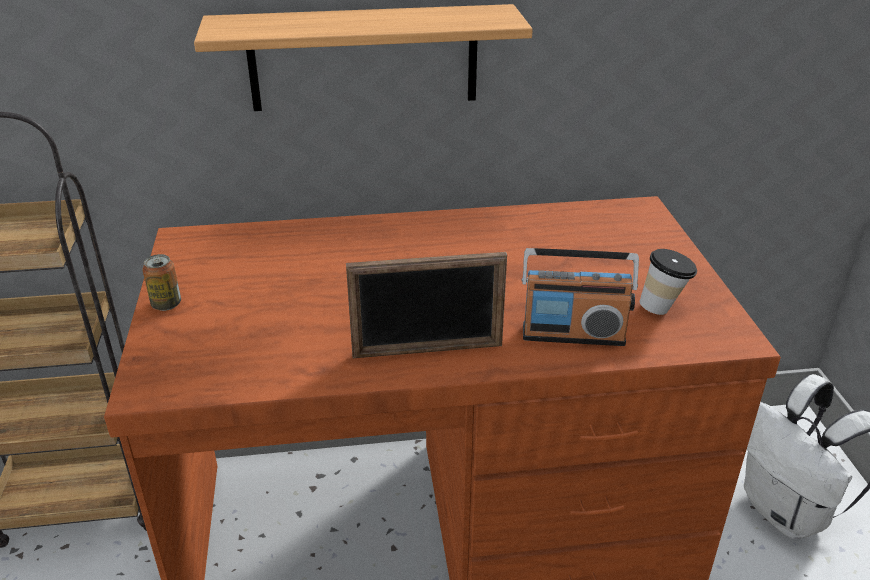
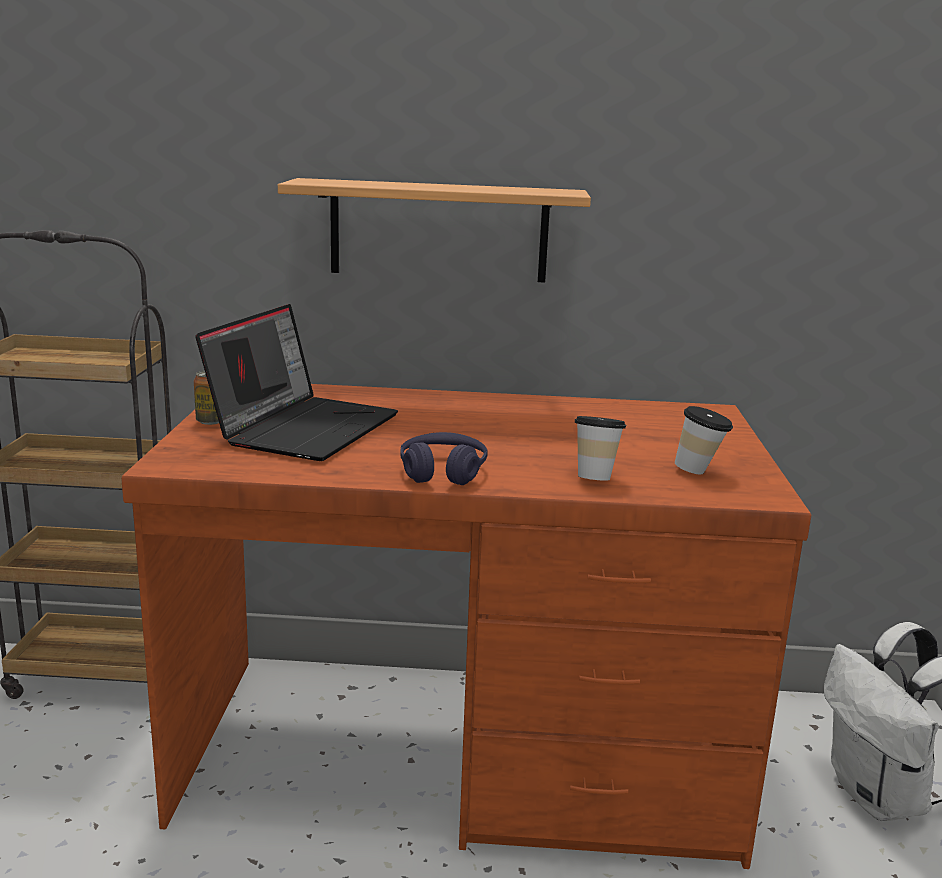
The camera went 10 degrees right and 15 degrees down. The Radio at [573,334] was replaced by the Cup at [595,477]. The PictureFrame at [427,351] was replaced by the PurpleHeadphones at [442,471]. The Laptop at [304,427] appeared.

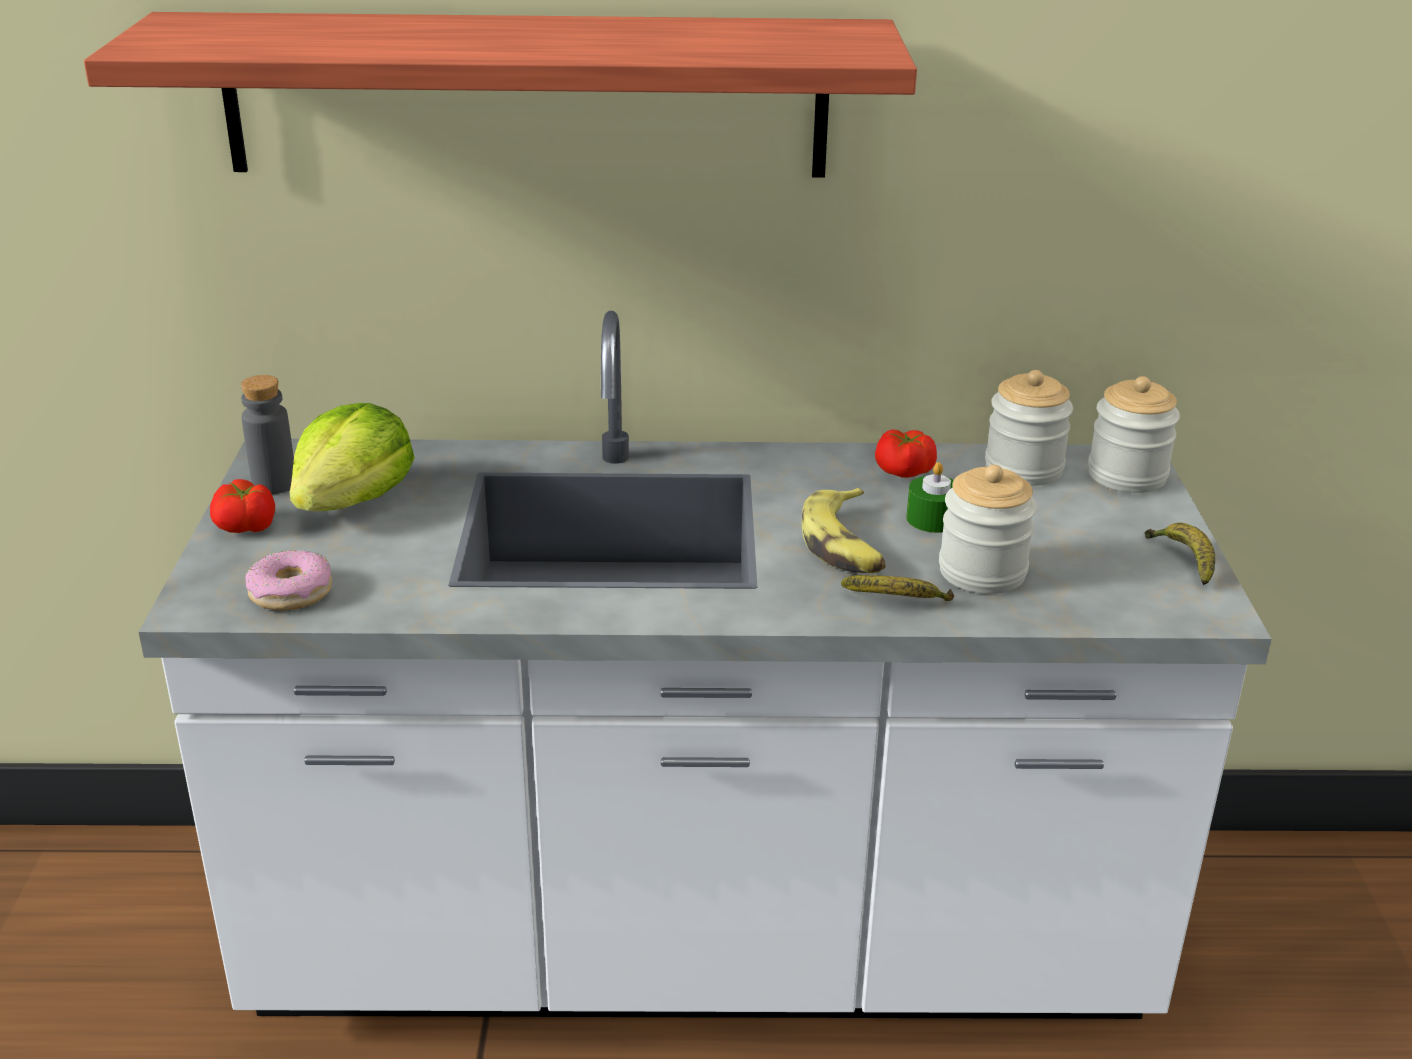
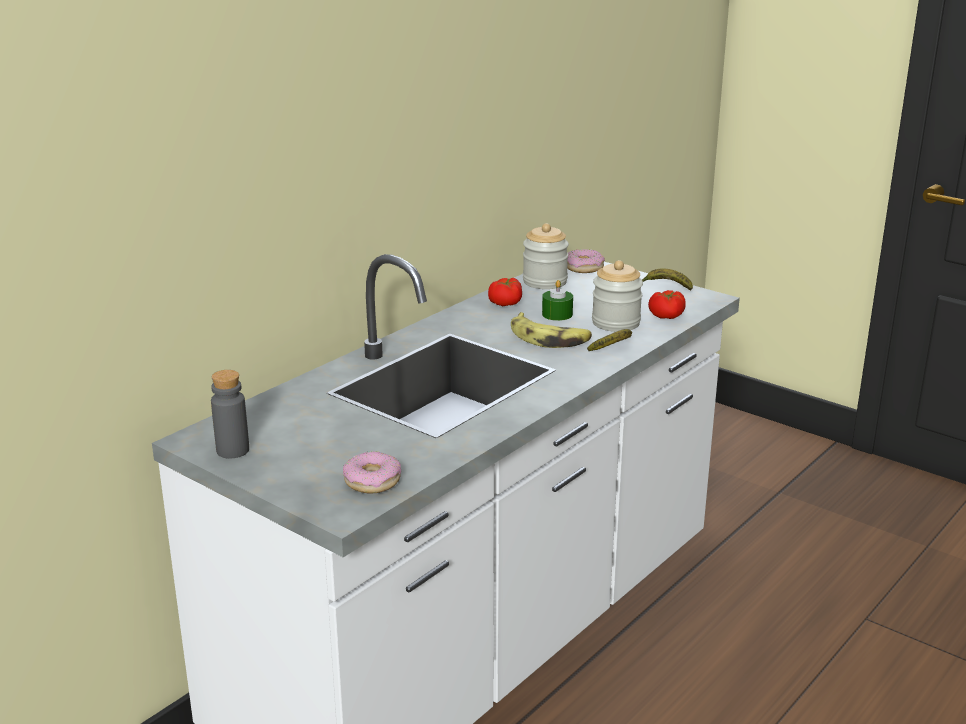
The camera went 50 degrees left and 5 degrees down. The Shelf at [526,96] disappeared. The Jar at [1127,475] was replaced by the Donut at [584,267]. The Lettuce at [354,500] disappeared. The Tomato moved from [245,527] to [667,316].

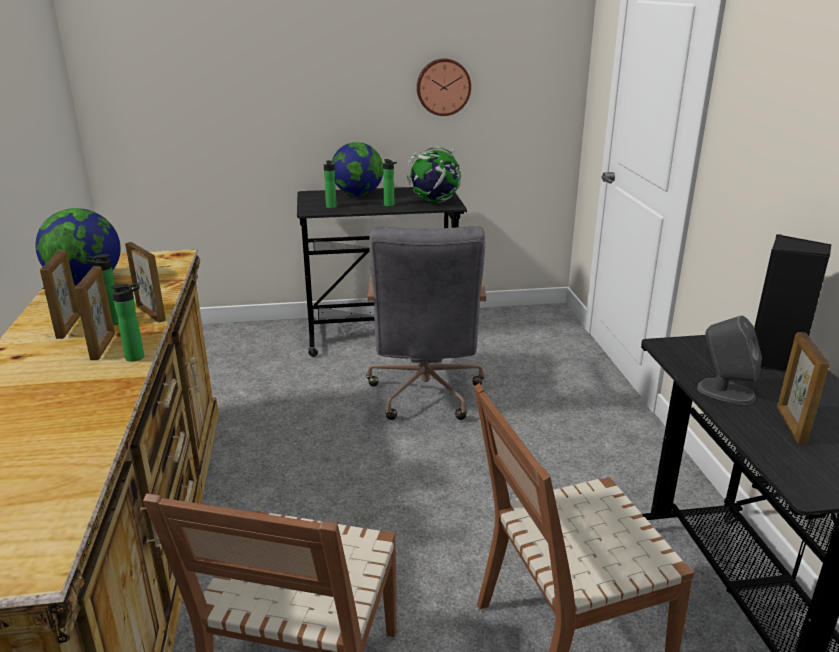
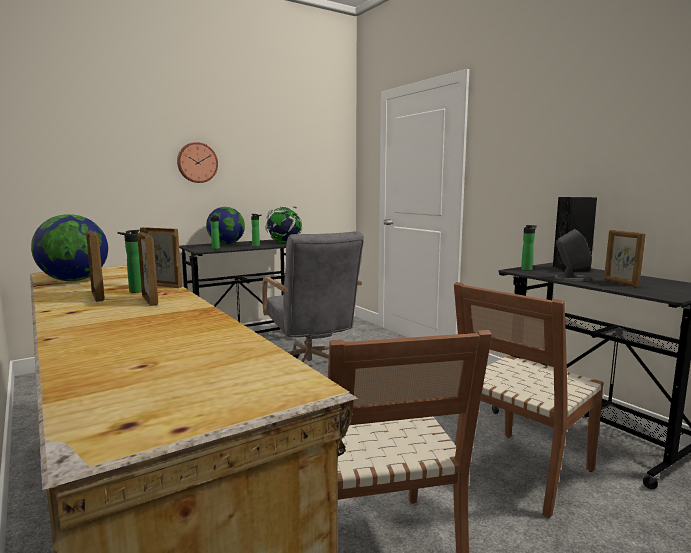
The camera went 25 degrees left and 15 degrees down. The WallClock moved from [443,87] to [197,162]. The Bottle moved from [138,357] to [527,269].

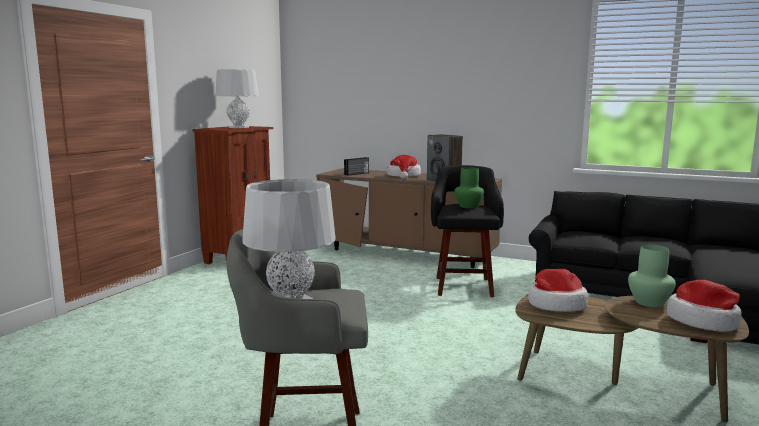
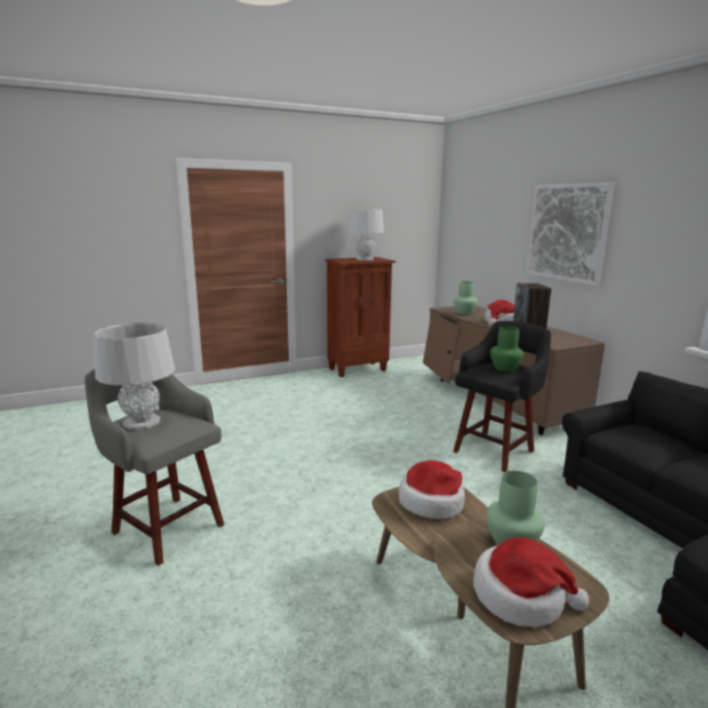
The camera went 40 degrees right and 5 degrees up. The Radio at [357,174] was replaced by the GreenVase at [464,313]. The Picture at [567,232] appeared.

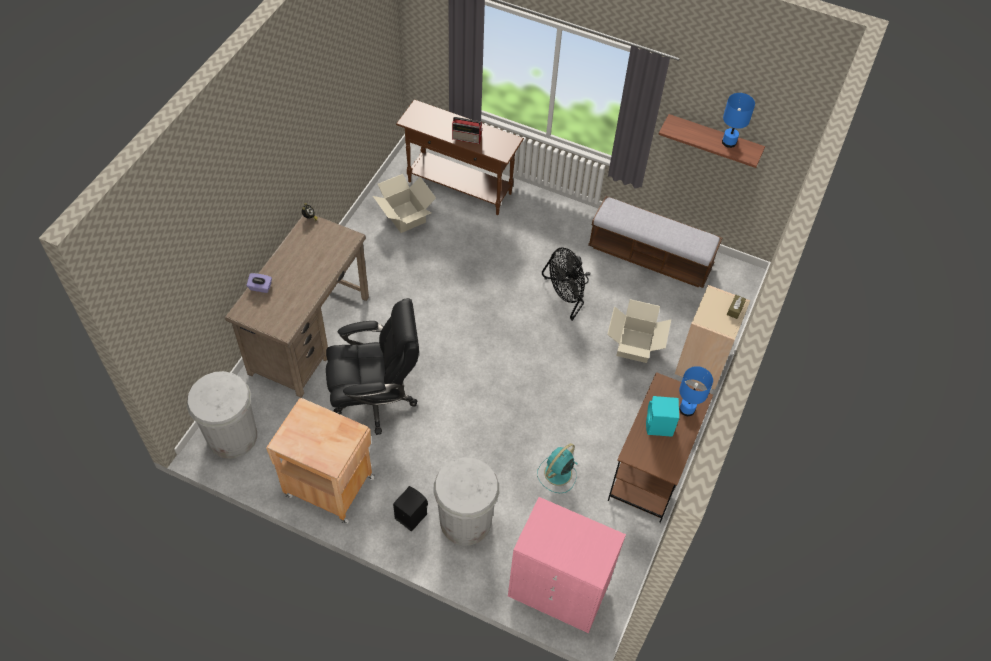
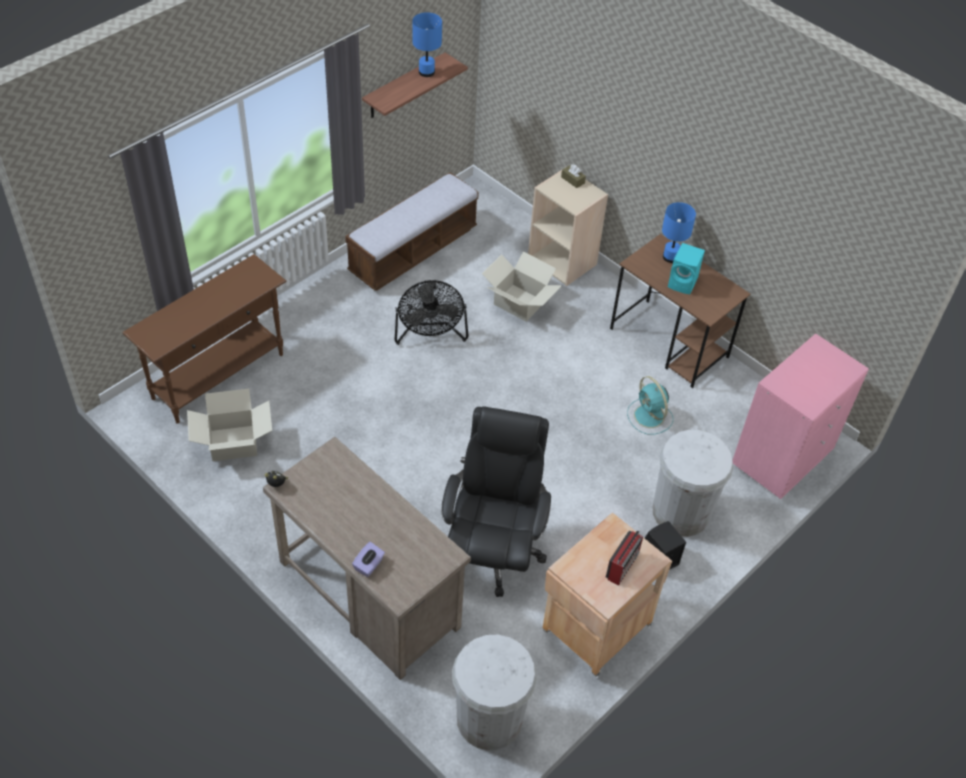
The camera went 70 degrees left and 5 degrees down. The Radio moved from [467,138] to [623,565].

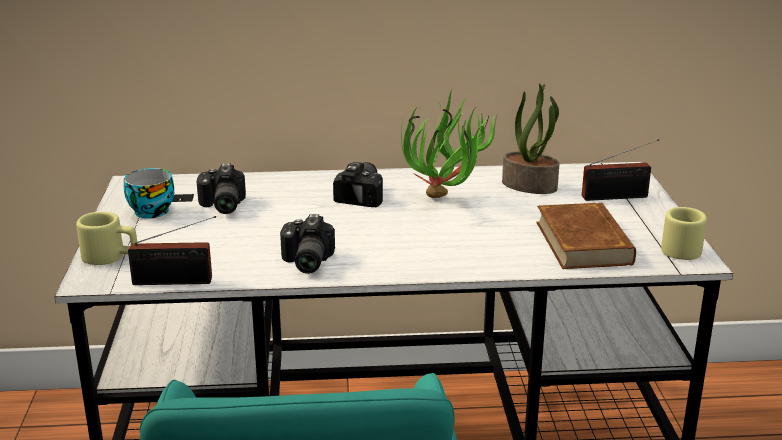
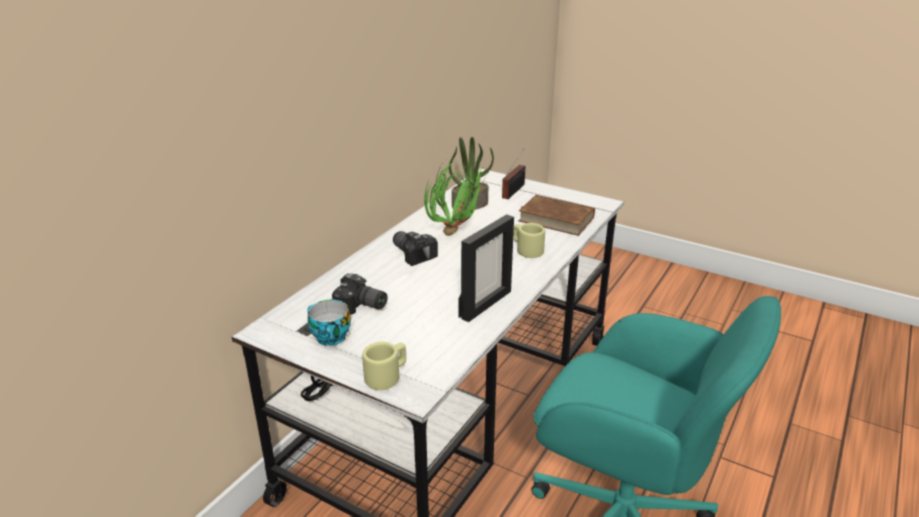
The camera went 55 degrees left and 5 degrees up. The BeigeMug moved from [681,248] to [526,249]. The PhotoCamera at [305,262] was replaced by the PictureFrame at [485,304]. The Radio at [177,282] disappeared.

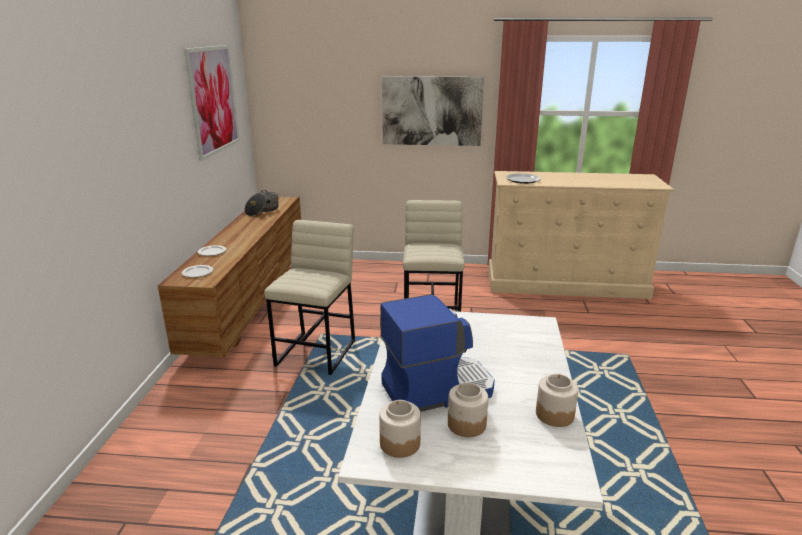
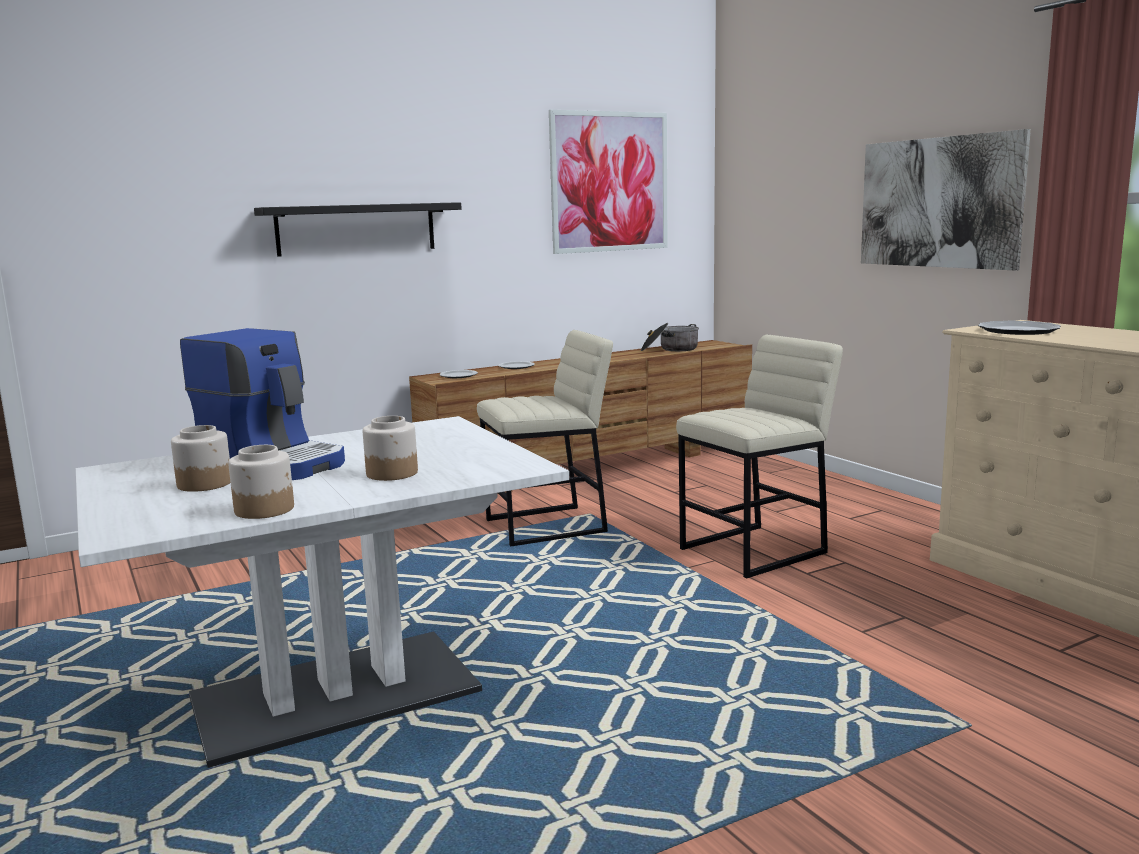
The camera went 55 degrees right and 10 degrees down. The Jar moved from [399,443] to [392,473]. The BlackShelf at [356,229] appeared.

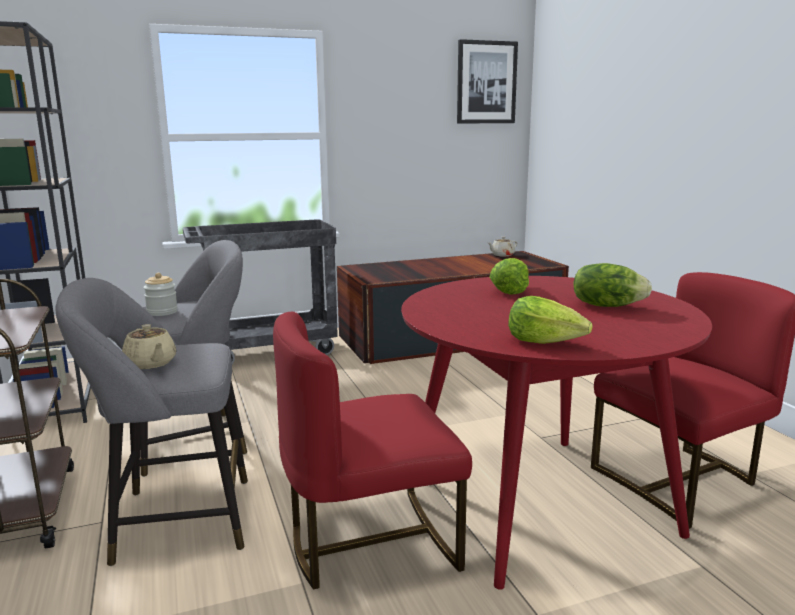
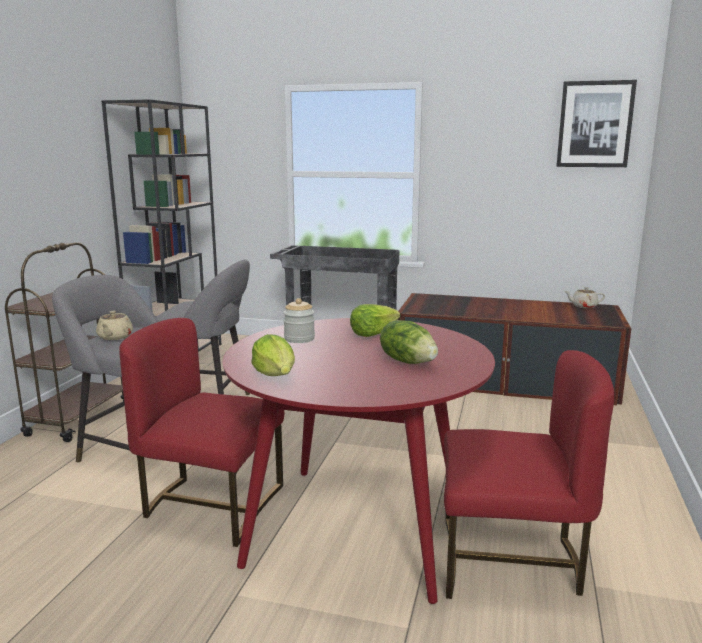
The camera went 35 degrees right and 0 degrees up. The Jar moved from [162,312] to [299,339].

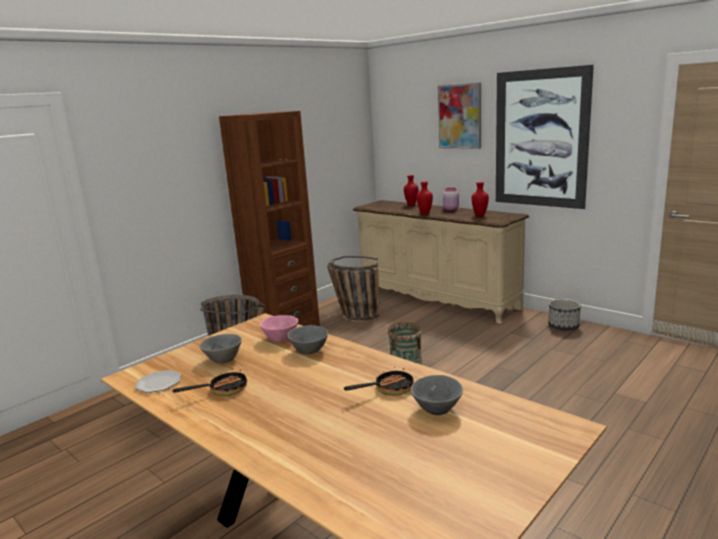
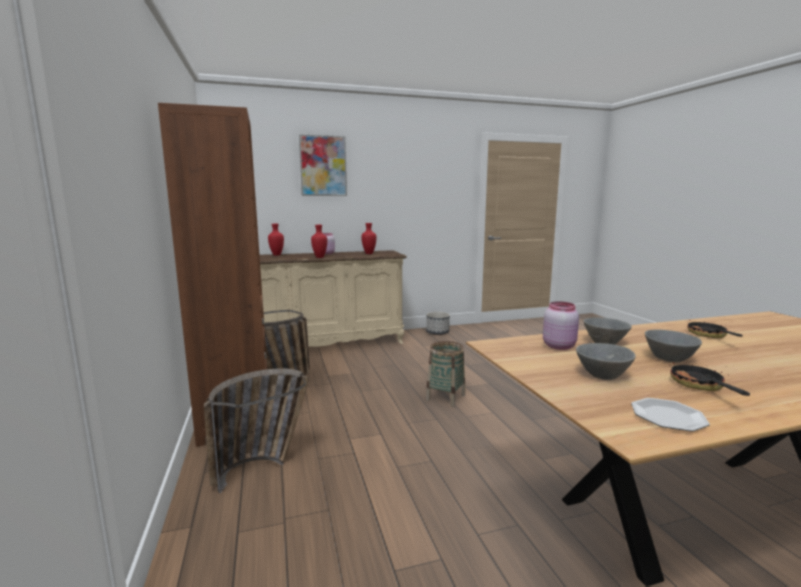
The camera went 60 degrees left and 5 degrees down. The Picture at [540,139] disappeared. The PinkBowl at [281,338] was replaced by the PinkJar at [559,346]. The GreyBowl moved from [435,409] to [669,359].

